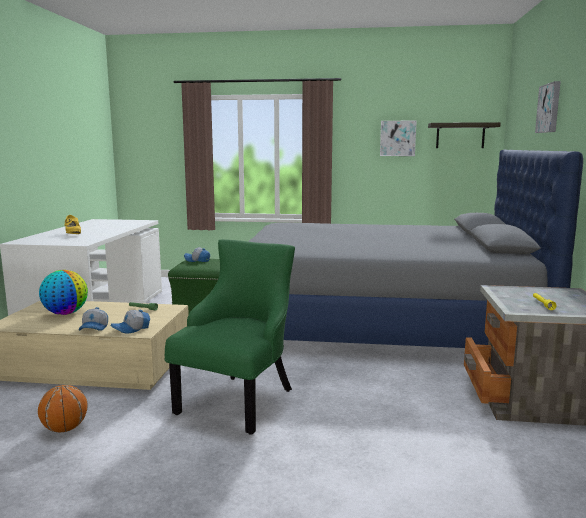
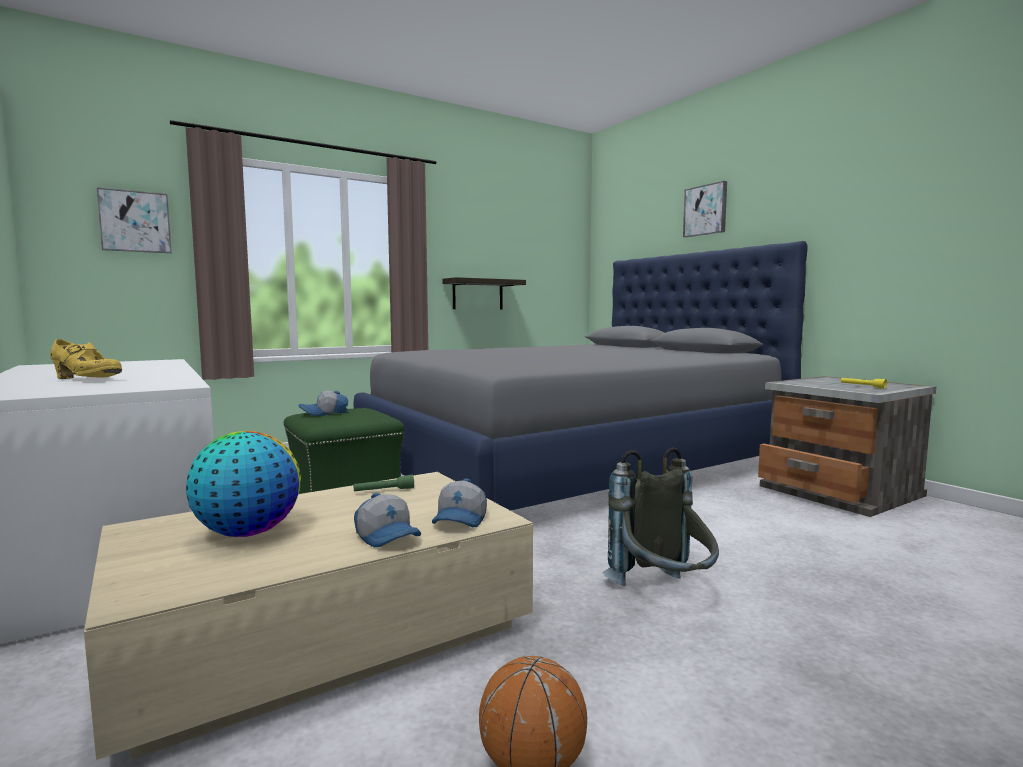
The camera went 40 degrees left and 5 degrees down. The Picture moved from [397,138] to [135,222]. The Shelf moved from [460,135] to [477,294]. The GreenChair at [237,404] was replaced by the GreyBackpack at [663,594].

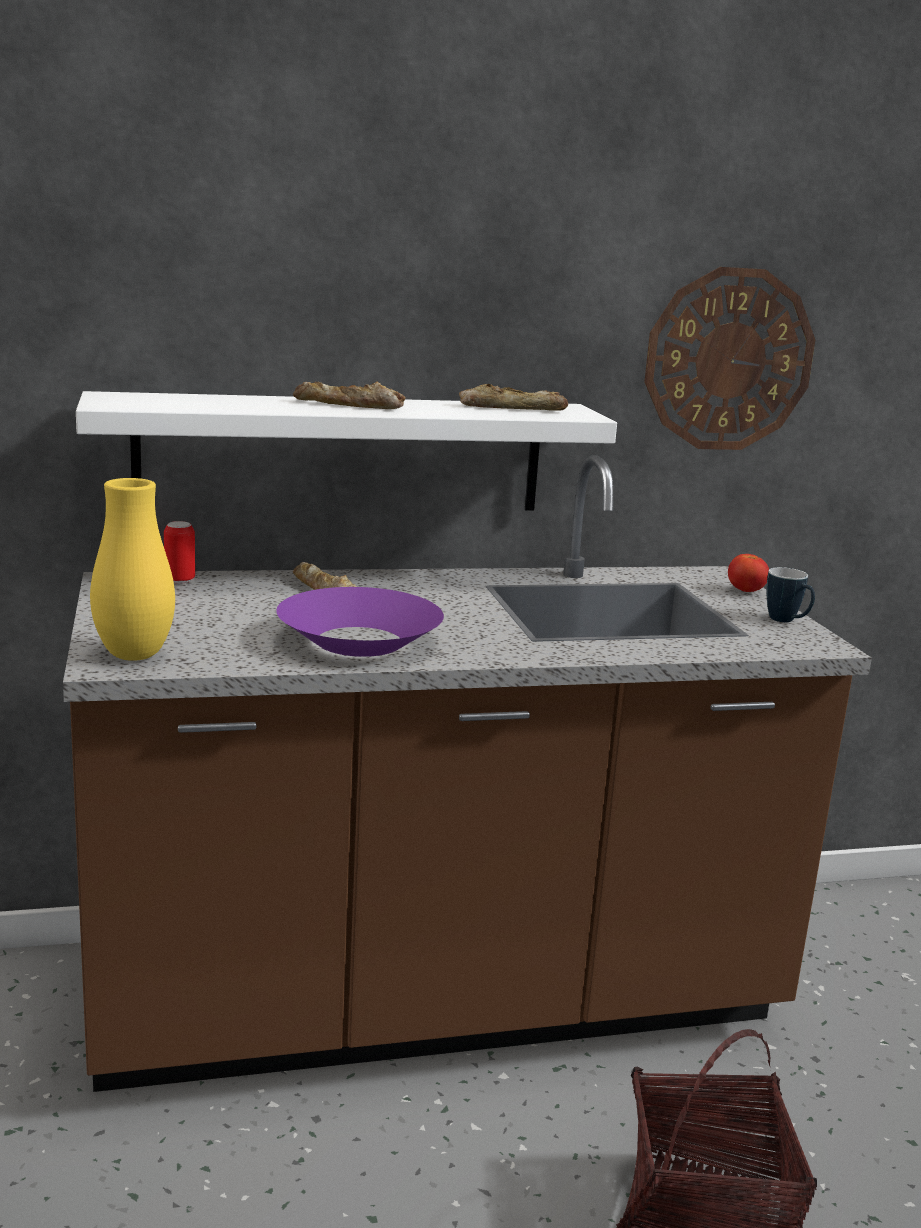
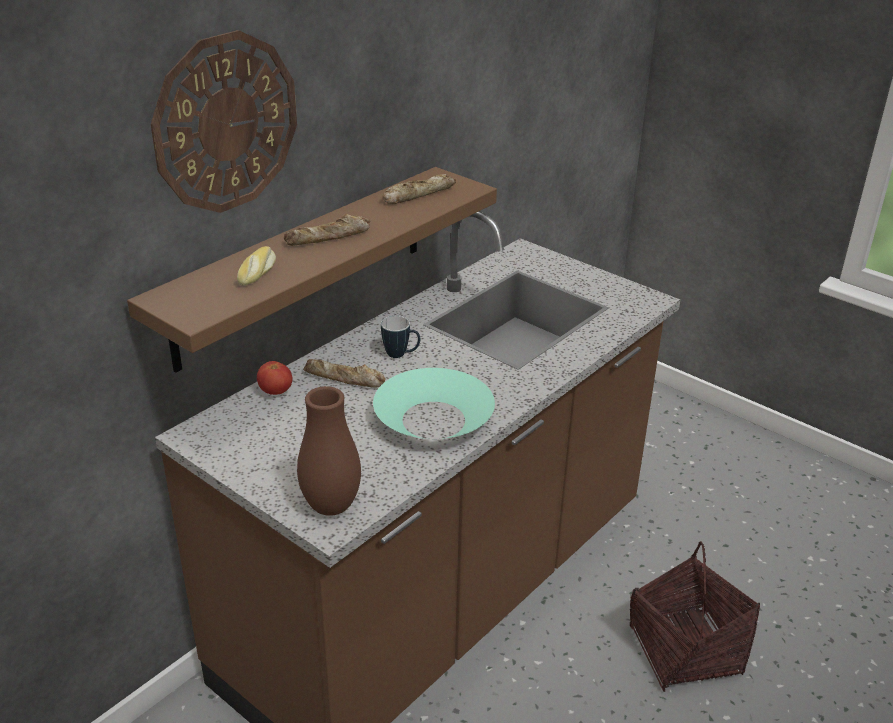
The camera went 35 degrees left and 15 degrees up. The WallClock moved from [728,360] to [226,123]. The WhiteShelf at [342,454] became the BrownShelf at [303,265]. The YellowVase at [134,655] became the BrownVase at [331,506]. The Can at [179,580] disappeared. The Tomato moved from [745,591] to [275,392]. The Mug moved from [787,621] to [401,355]. The PurpleBowl at [359,641] became the TurquoiseBowl at [434,420]. The Bread at [258,272] appeared.

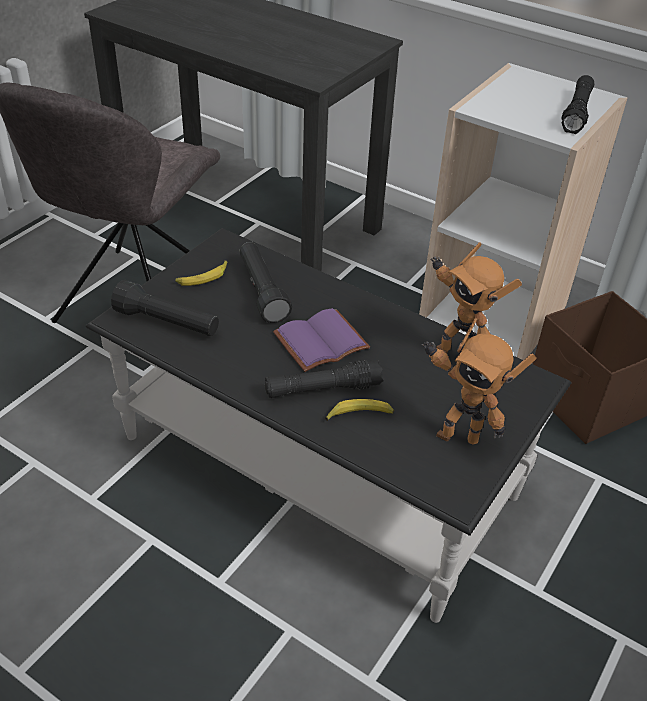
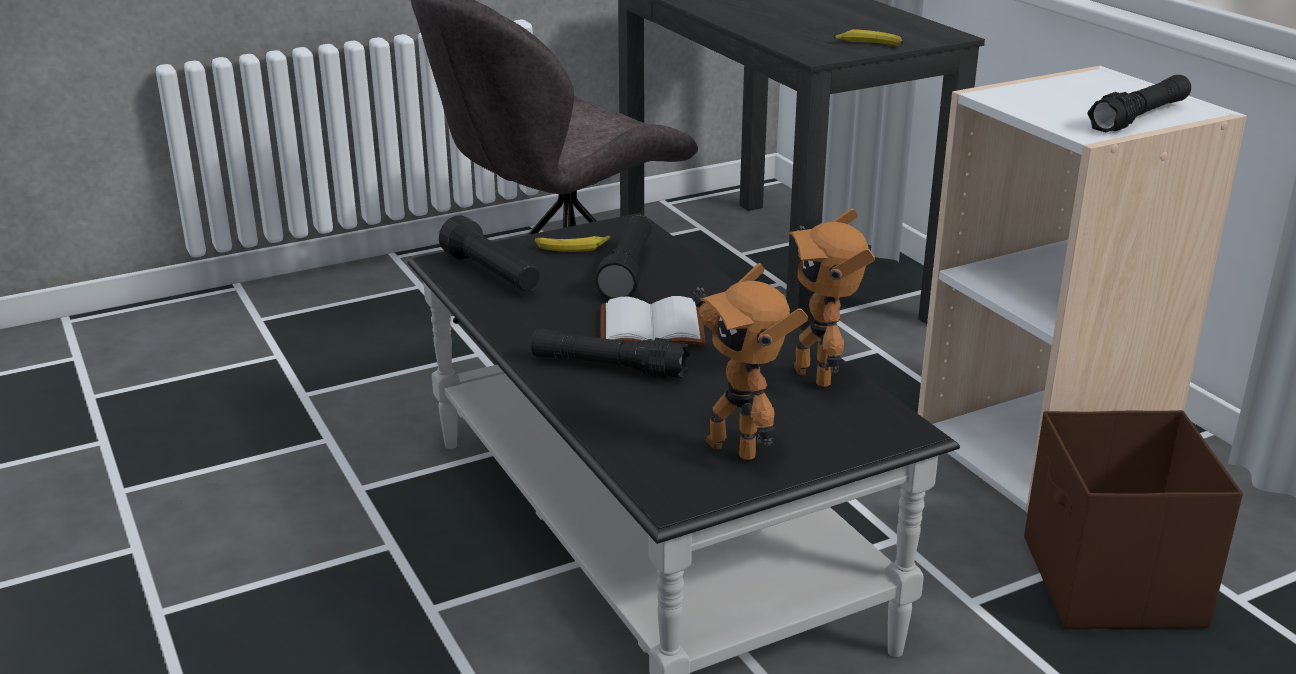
The camera went 30 degrees right and 15 degrees down. The PurpleBook at [321,344] became the WhiteBook at [650,330]. The Banana moved from [359,415] to [869,45].

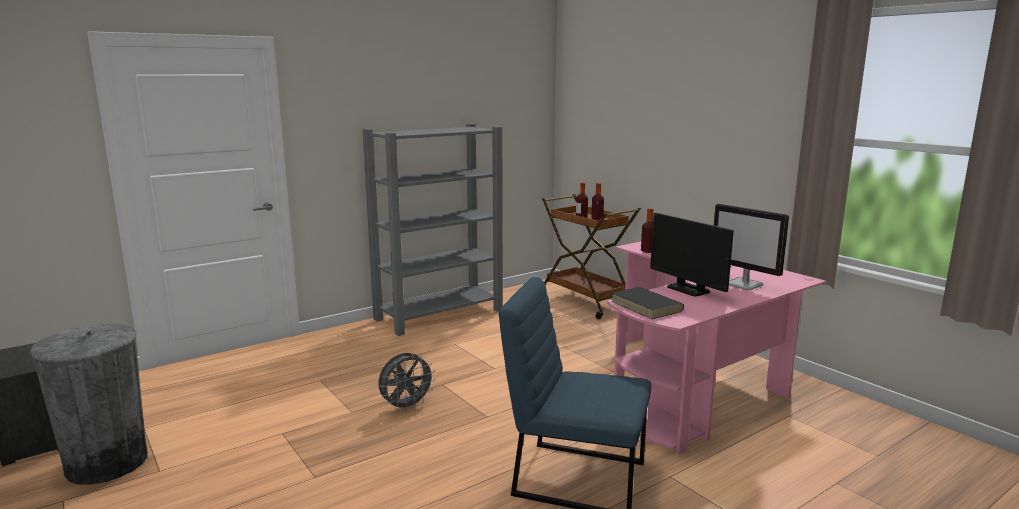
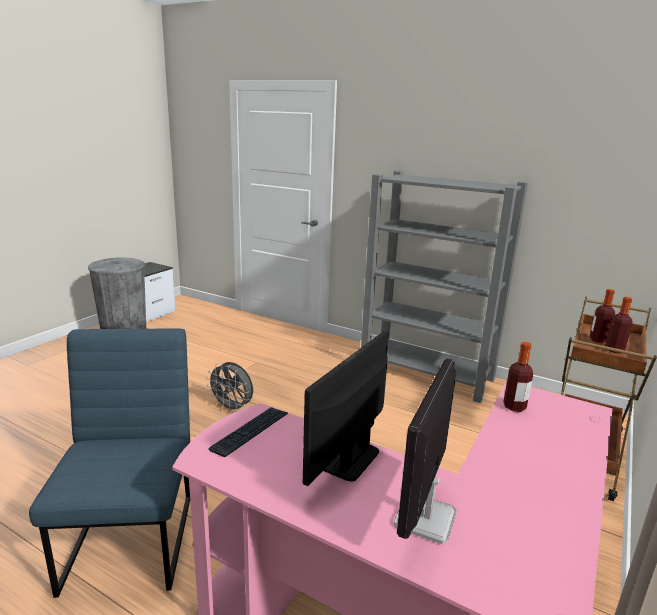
The camera went 65 degrees right and 5 degrees up. The BlackBook at [647,306] was replaced by the Keyboard at [250,432].

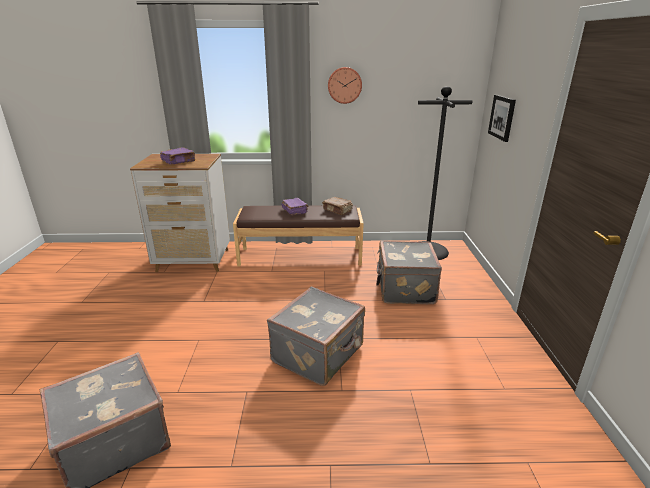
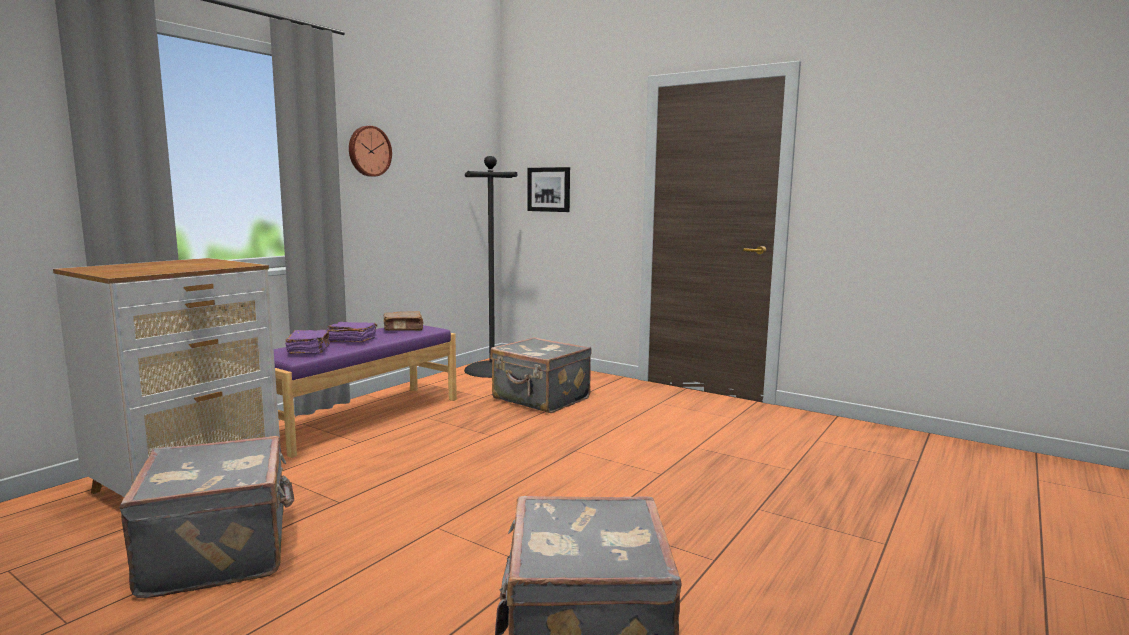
The camera went 55 degrees left and 15 degrees down. The PurpleBook moved from [179,162] to [309,351]. The BrownBench at [300,256] became the PurpleBench at [361,418]. The GreySuitcase moved from [319,354] to [221,552].

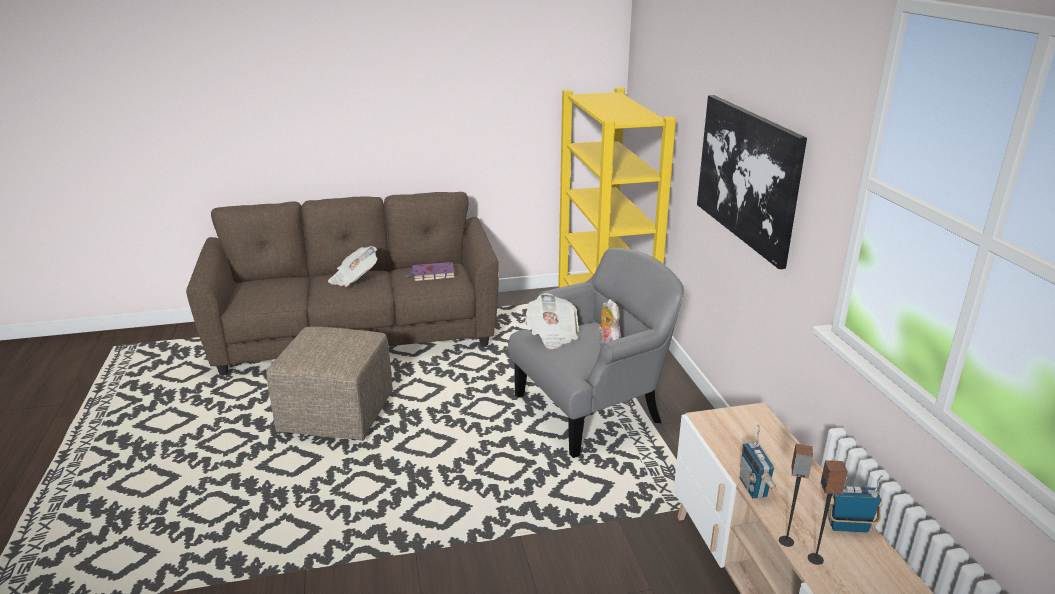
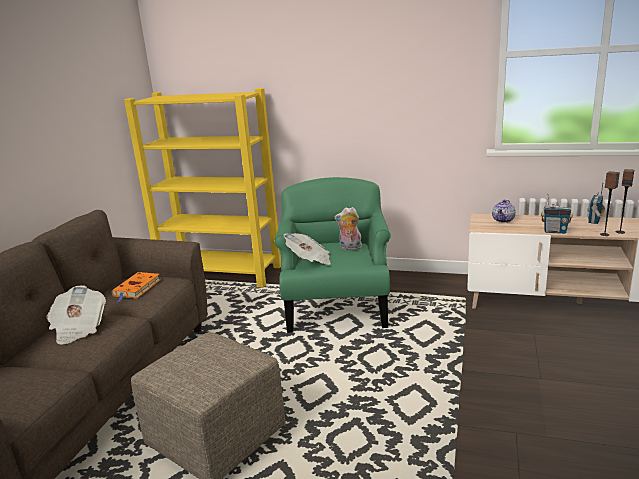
The camera went 60 degrees left and 5 degrees down. The Picture at [747,175] disappeared. The GreyArmchair at [592,409] became the GreenArmchair at [337,307]. The PurpleBook at [432,275] became the OrangeBook at [136,289]. The Teapot at [503,220] appeared.

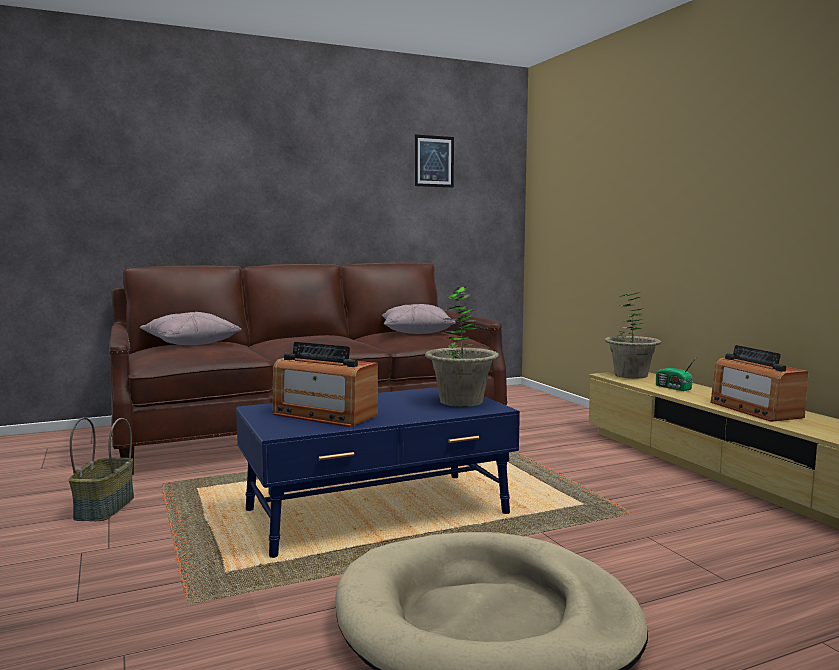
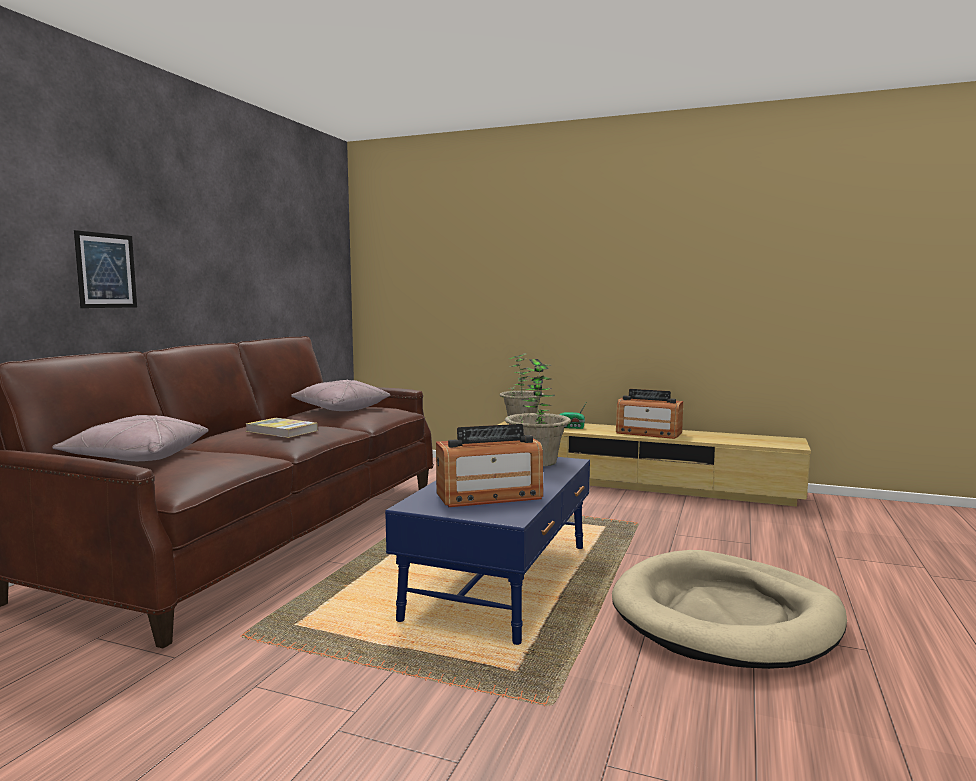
The camera went 45 degrees left and 0 degrees up. The Picture moved from [434,161] to [106,270]. The Basket at [105,508] disappeared. The Book at [282,431] appeared.

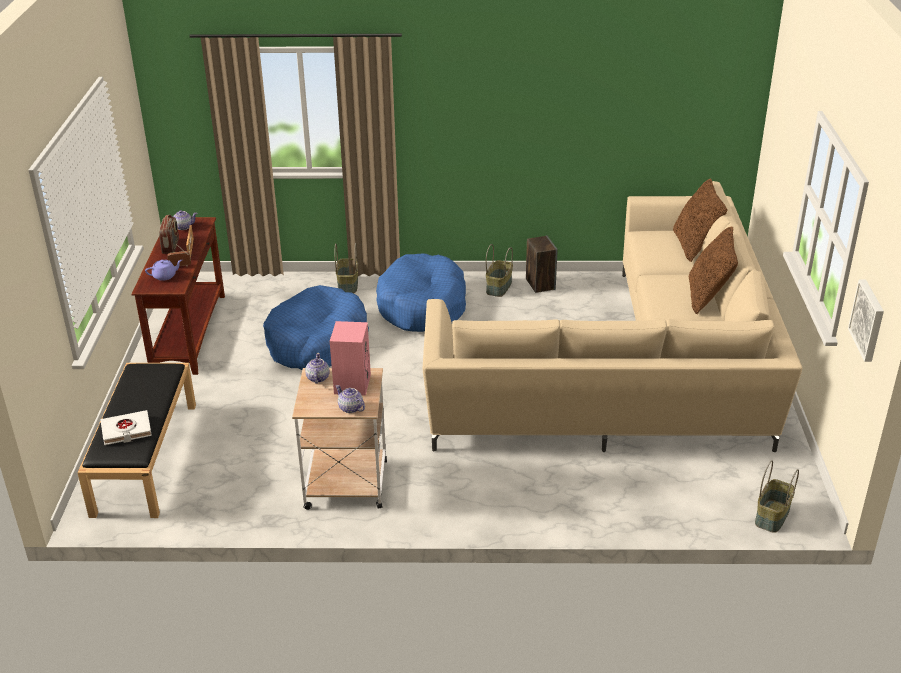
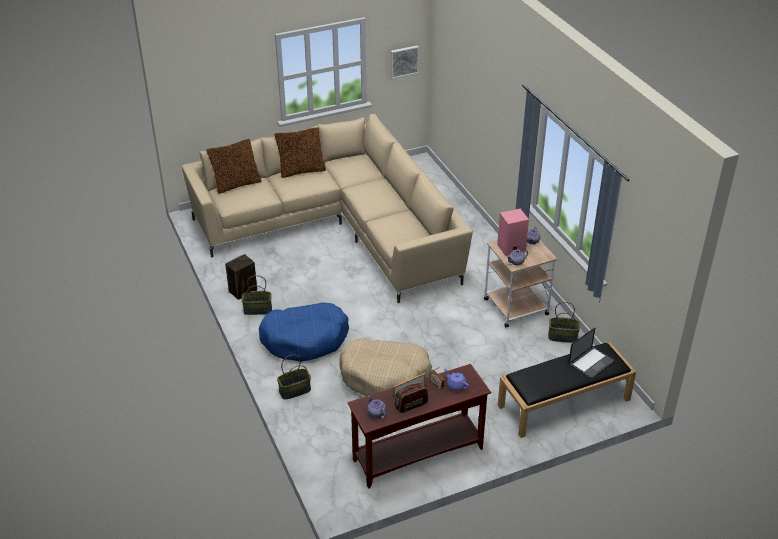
The camera went 115 degrees left and 5 degrees up. The BlueDogBed at [317,342] became the BeigeDogBed at [385,376]. The WhiteBook at [126,431] was replaced by the Laptop at [591,362]. The Basket moved from [772,517] to [563,336].

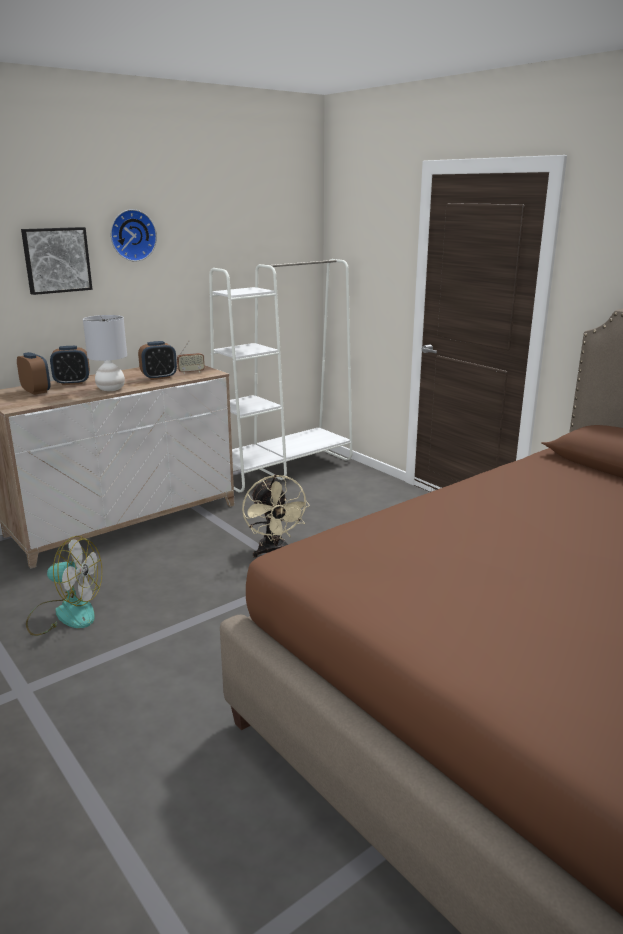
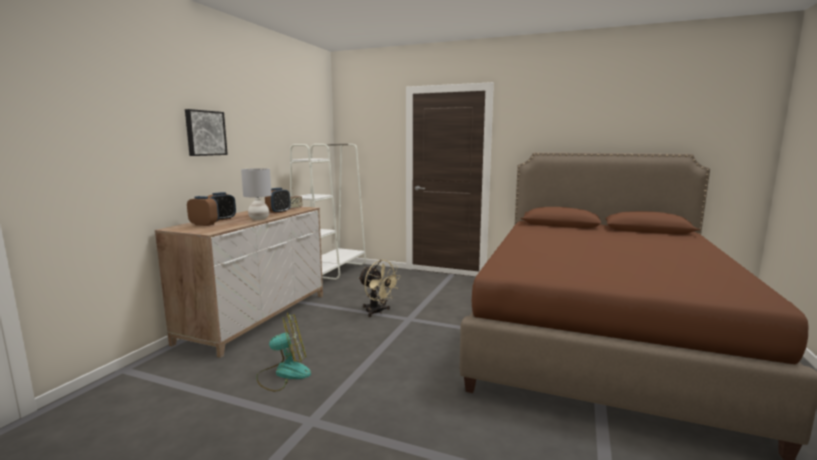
The camera went 30 degrees left and 10 degrees down. The WallClock at [132,235] disappeared.

